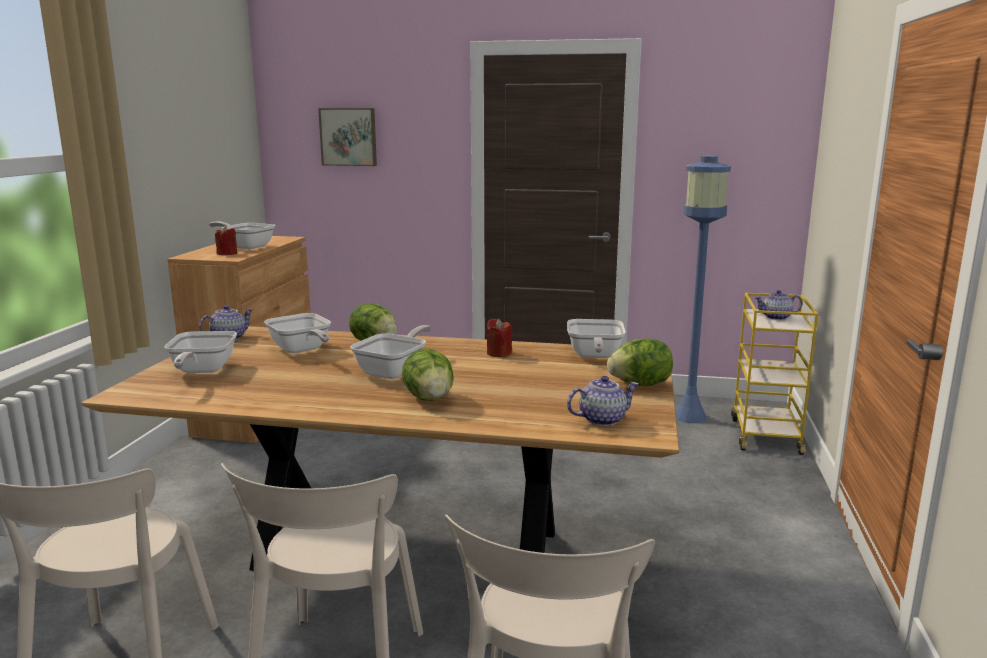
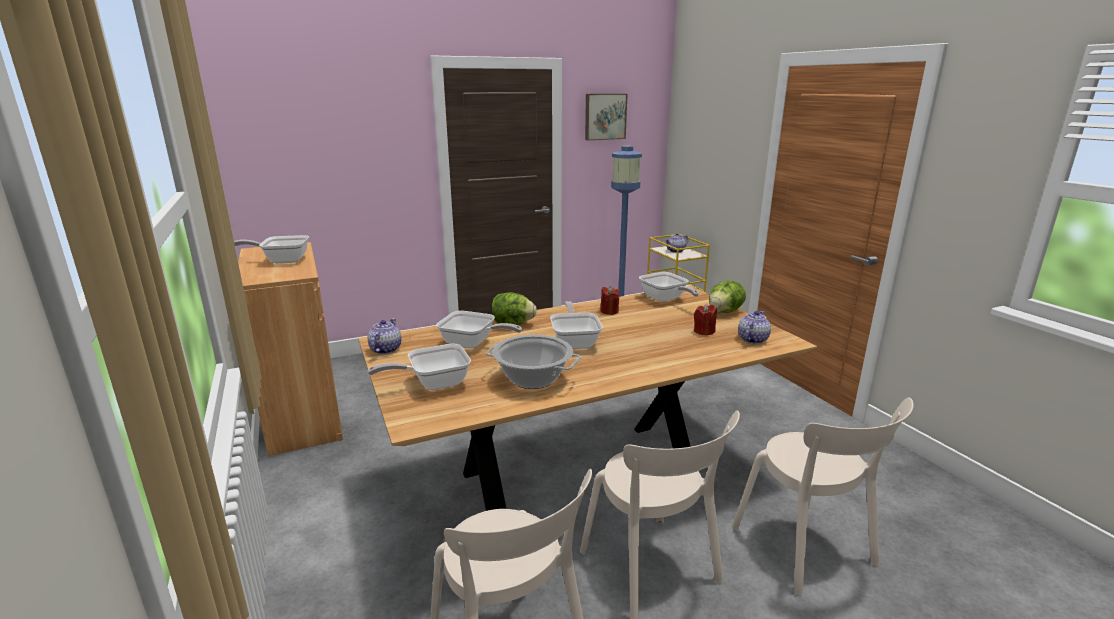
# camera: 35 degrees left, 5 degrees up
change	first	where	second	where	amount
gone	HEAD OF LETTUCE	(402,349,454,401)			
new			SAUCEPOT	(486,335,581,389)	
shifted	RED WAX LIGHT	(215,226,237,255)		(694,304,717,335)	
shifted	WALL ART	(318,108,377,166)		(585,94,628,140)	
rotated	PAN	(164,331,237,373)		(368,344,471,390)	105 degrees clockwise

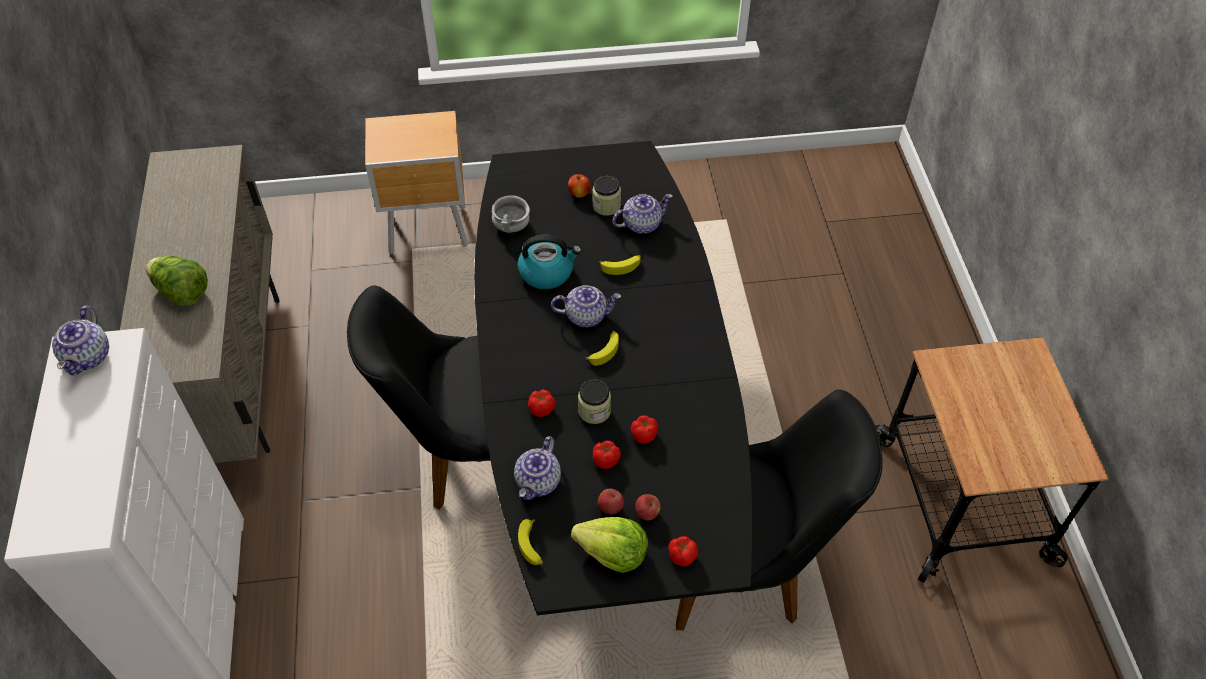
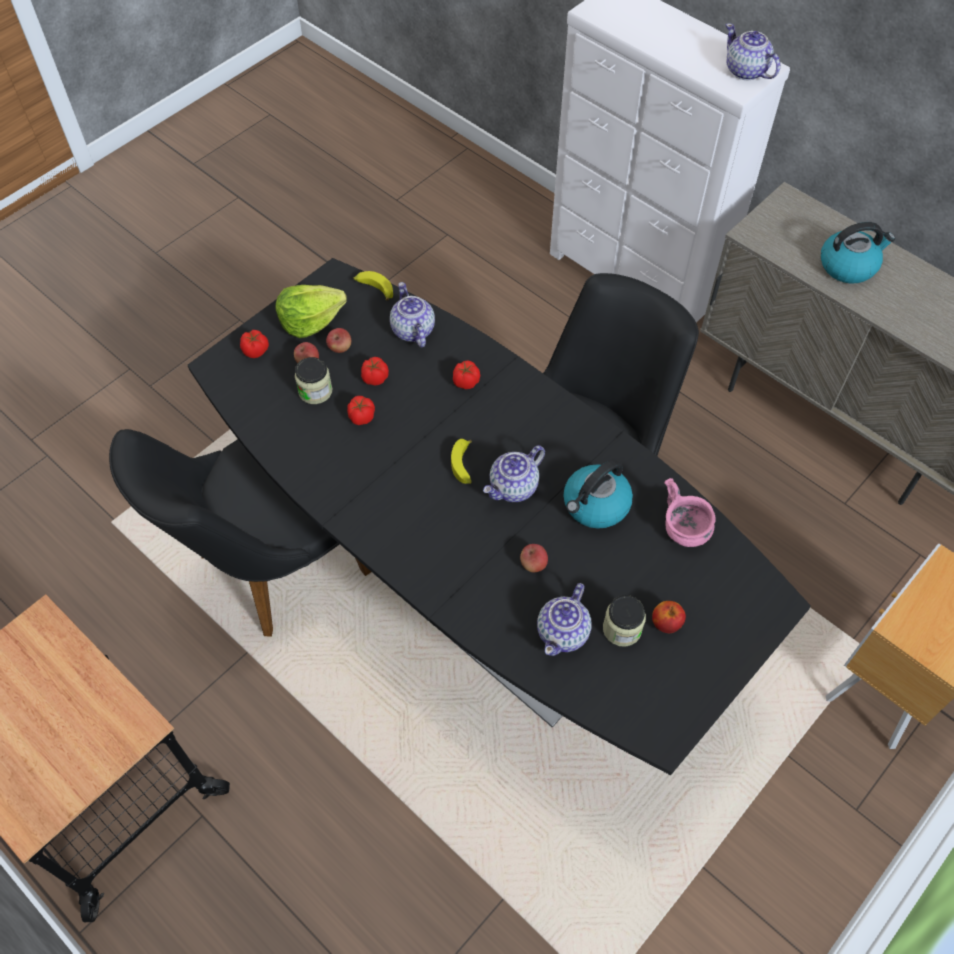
# camera: 140 degrees right, 5 degrees up
change	first	where	second	where	amount
shifted	JAR	(578,379,611,424)		(295,357,332,404)	
swapped	HEAD OF LETTUCE	(146,256,208,306)	KETTLE	(821,222,895,284)	
swapped	BANANA FRUIT	(599,255,641,275)	APPLE	(520,544,548,572)	
repainted	GREY SERVING BOWL	(492,195,530,233)	PINK SERVING BOWL	(664,478,715,547)	

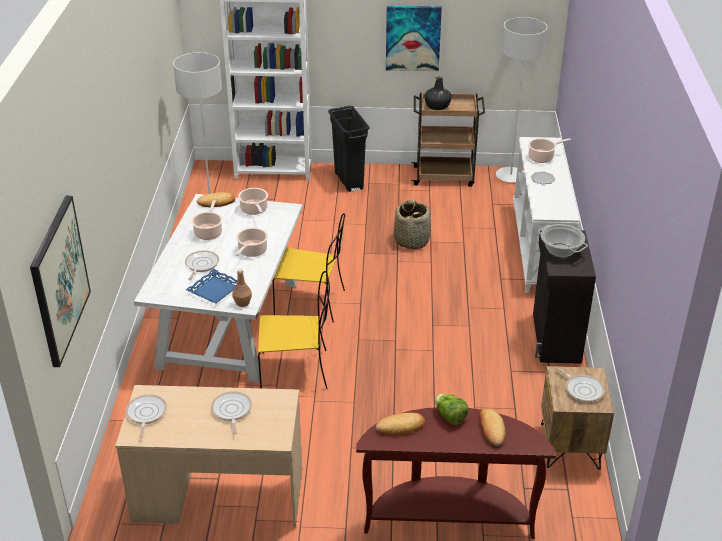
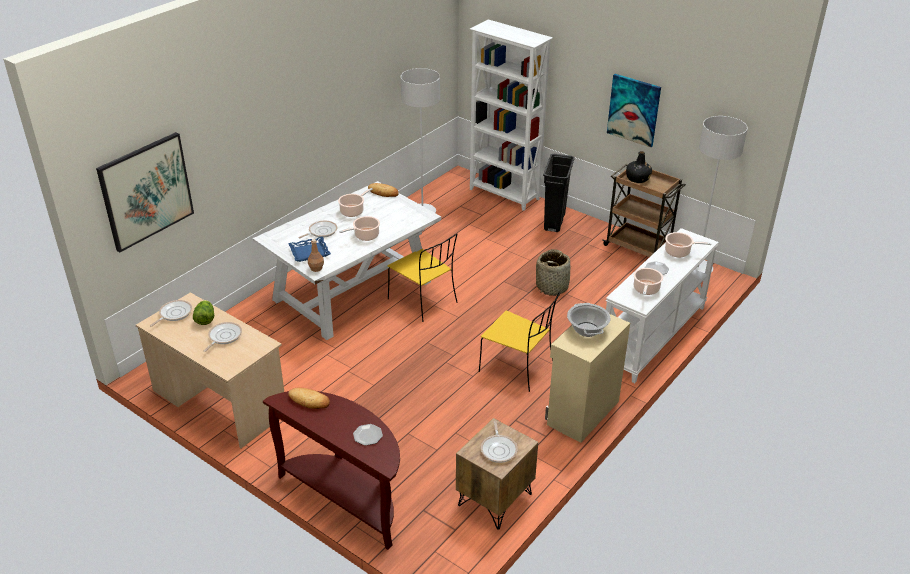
# camera: 35 degrees right, 0 degrees up
change	first	where	second	where	amount
shifted	SAUCEPOT	(238,188,268,215)		(634,268,663,295)	
shifted	YELLOW-COLOURED CHAIR	(258,271,330,389)		(479,292,561,392)	
shifted	HEAD OF LETTUCE	(435,394,469,425)		(193,300,214,325)	
swapped	BAKERY BREAD	(479,409,506,446)	PLATE	(353,424,383,446)	
repainted	BLACKISH CABINET	(533,229,596,364)	BEIGE-COLOURED CABINET	(545,314,630,443)	

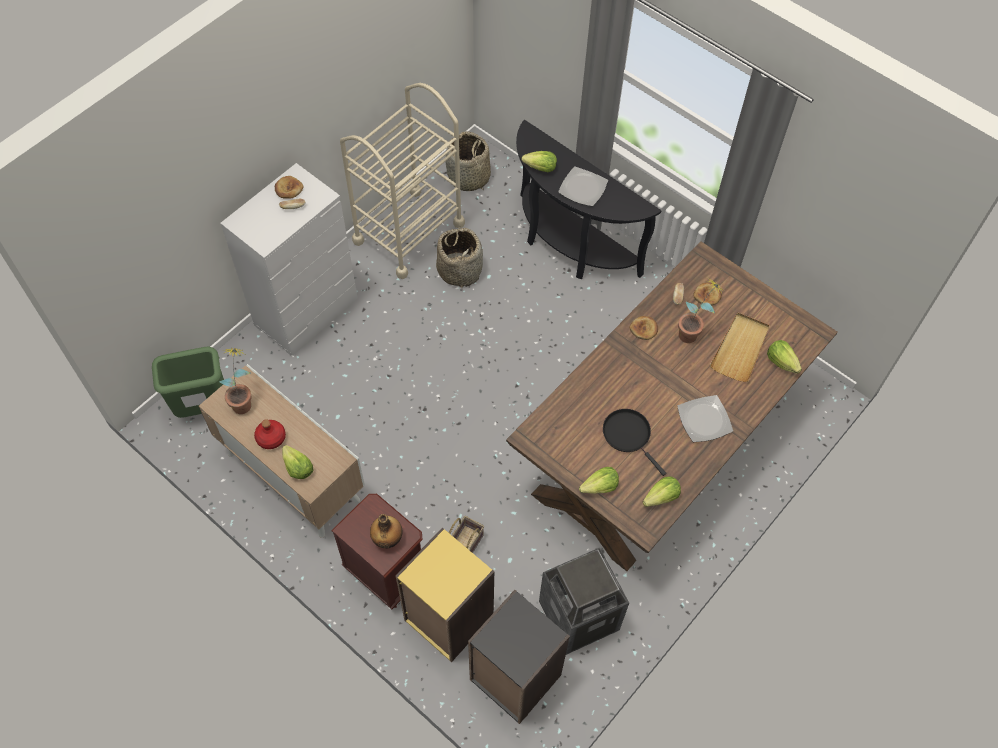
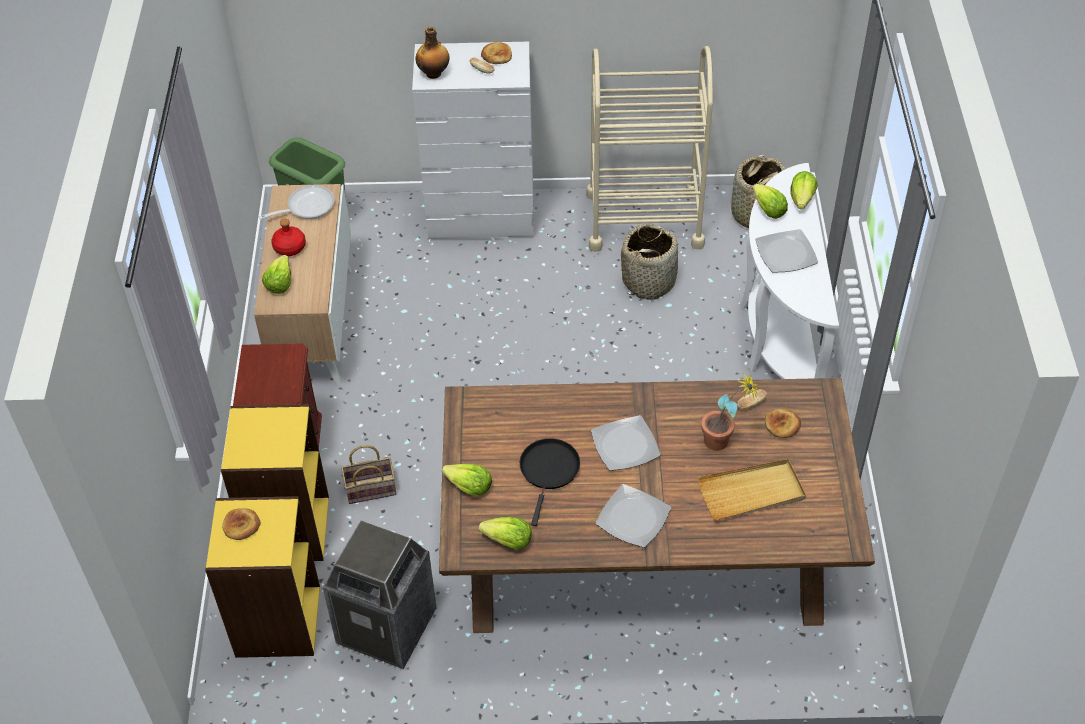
# camera: 50 degrees right, 10 degrees down
change	first	where	second	where	amount
new			PLATE	(591,415,660,471)	
shifted	BEVERAGE BOTTLE	(370,514,403,549)		(416,27,449,79)	
shifted	BAKERY BREAD	(629,316,658,340)		(222,508,261,540)	
shifted	HEAD OF LETTUCE	(767,340,802,374)		(790,171,818,209)	
swapped	HOUSEPLANT	(219,347,251,414)	PAN	(259,185,334,219)	
repainted	BLACKISH BOOKSHELF	(468,590,570,724)	YELLOW-COLOURED BOOKSHELF	(205,496,320,658)	
repainted	BLACKISH NARROW TABLE	(516,120,662,279)	WHITE-COLOURED NARROW TABLE	(740,163,839,379)	

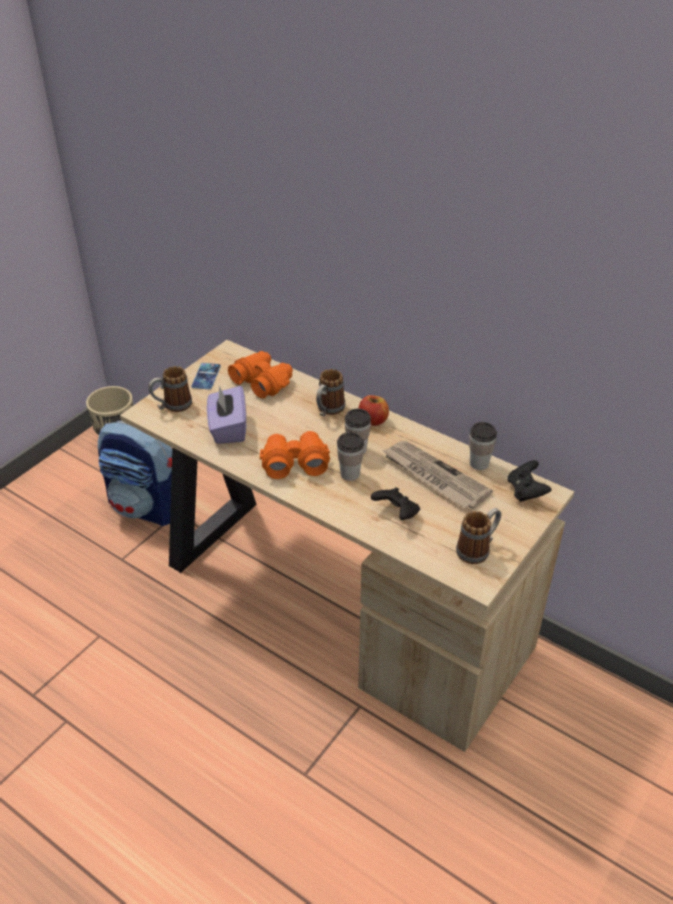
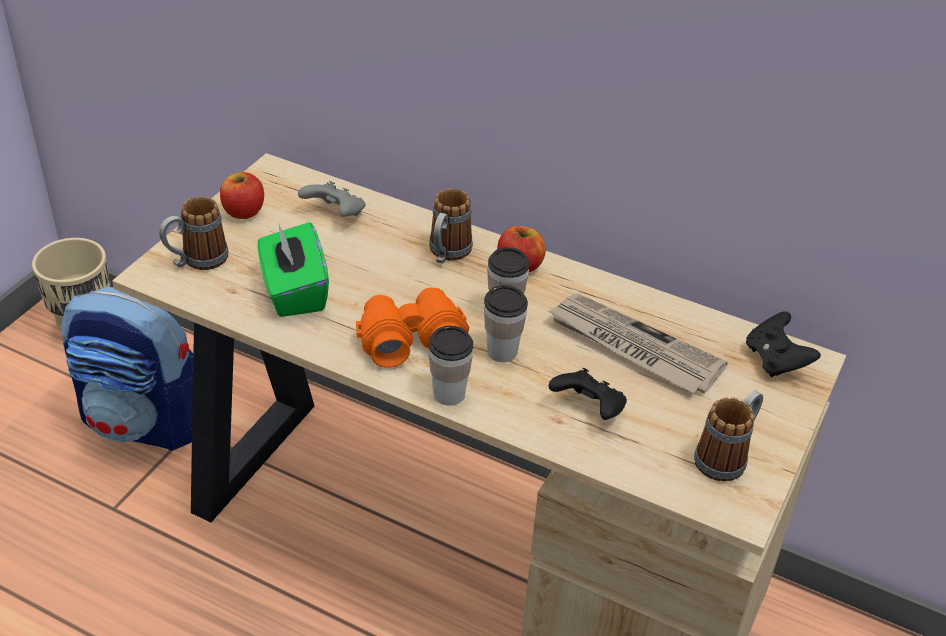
# camera: 10 degrees left, 0 degrees up
change	first	where	second	where	amount
shifted	CUP	(469,422,497,470)		(428,326,473,406)	
swapped	PHONE	(191,363,221,390)	APPLE	(220,172,264,219)	
swapped	ORANGE-COLOURED PAIR OF BINOCULARS	(228,351,293,398)	GREY GAMEPAD	(298,181,366,217)	
repainted	PURPLE-COLOURED TISSUE BOX	(207,386,246,444)	GREEN TISSUE BOX	(258,222,329,317)	

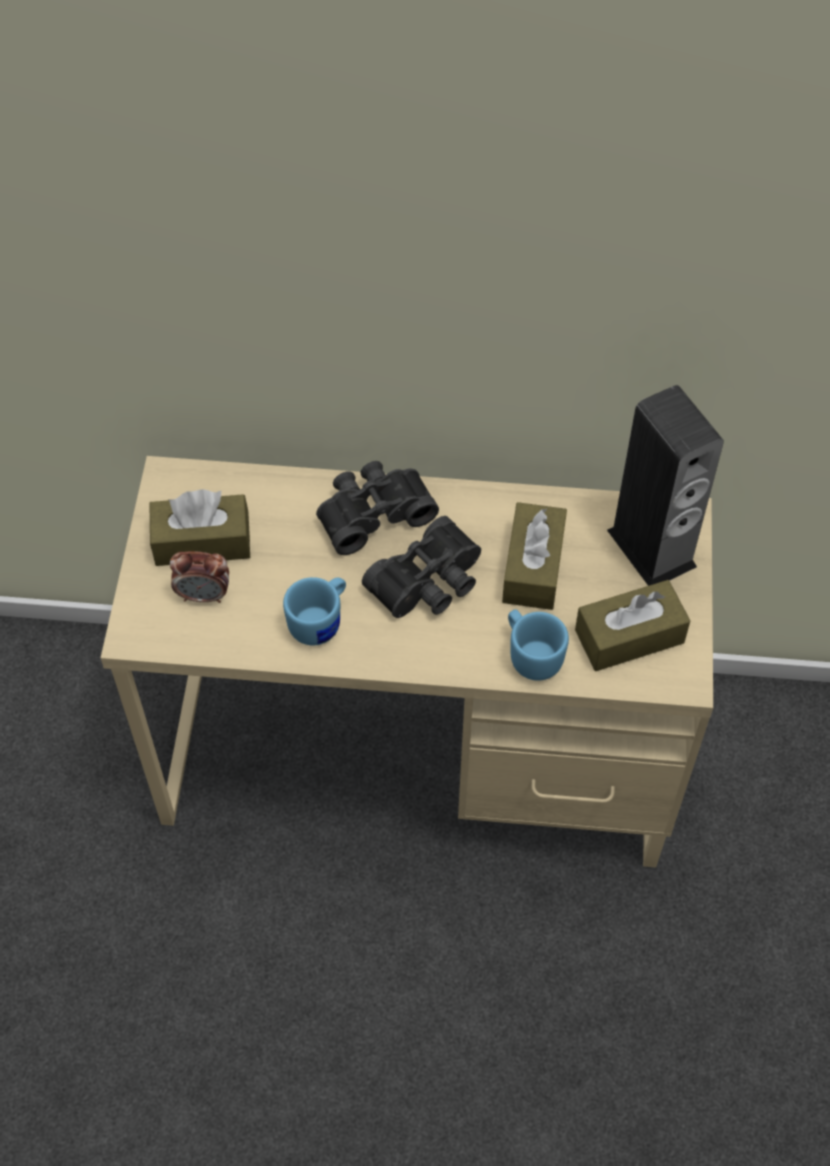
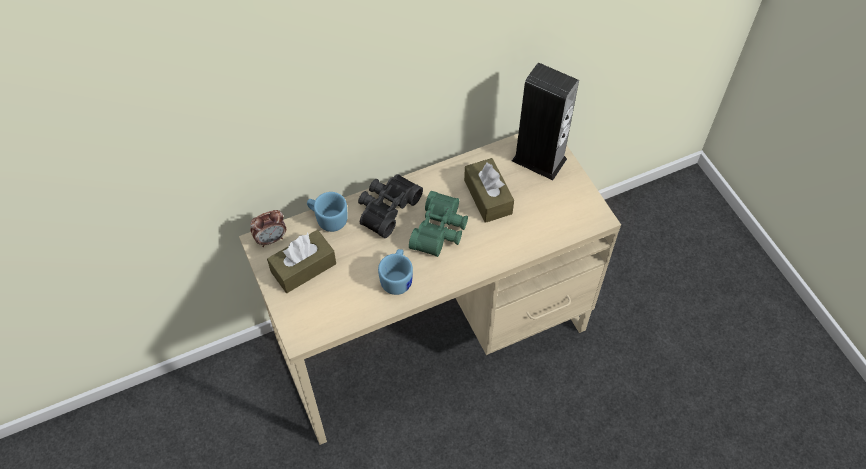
# camera: 30 degrees left, 0 degrees up
change	first	where	second	where	amount
gone	BROWN-COLOURED TISSUE BOX	(575,580,690,671)			
shifted	ALARM CLOCK	(170,551,229,603)		(250,210,286,247)	
shifted	BLUISH MUG	(508,609,569,681)		(307,192,348,232)	
repainted	BLACKISH PAIR OF BINOCULARS	(362,516,481,618)	GREEN PAIR OF BINOCULARS	(409,191,468,257)	

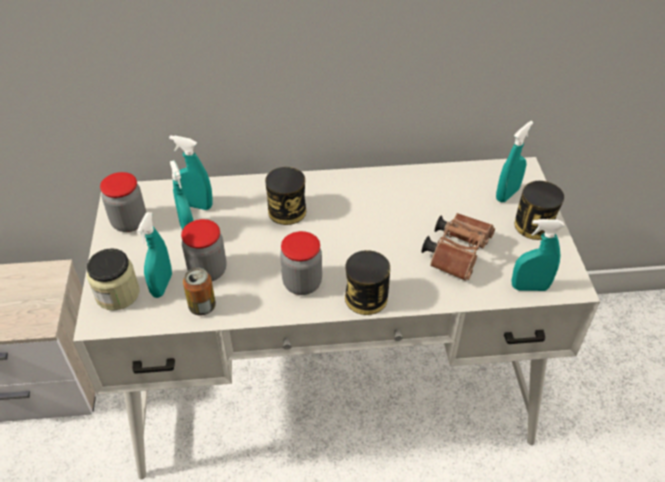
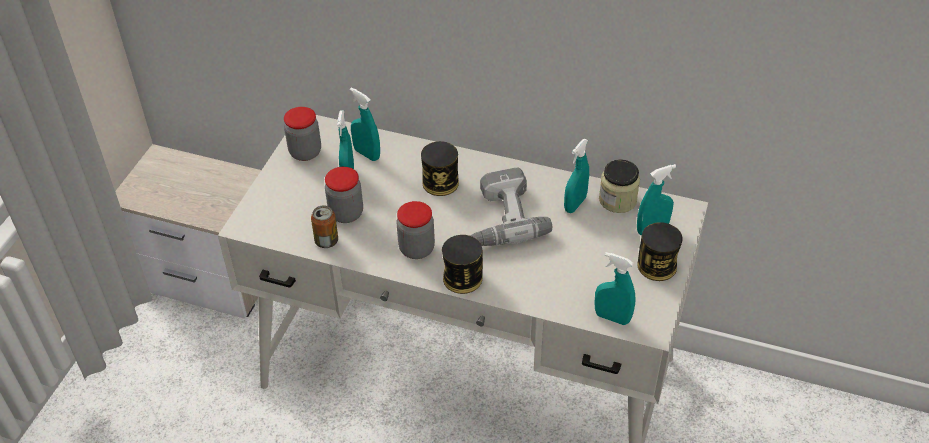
# camera: 25 degrees right, 0 degrees up
change	first	where	second	where	amount
gone	BROWN-COLOURED PAIR OF BINOCULARS	(422,213,495,281)			
new			DRILL	(470,167,552,246)	
shifted	JAR	(87,248,140,311)		(599,159,640,213)	
shifted	TURQUOISE SPRAYER	(137,212,172,298)		(564,139,589,213)	

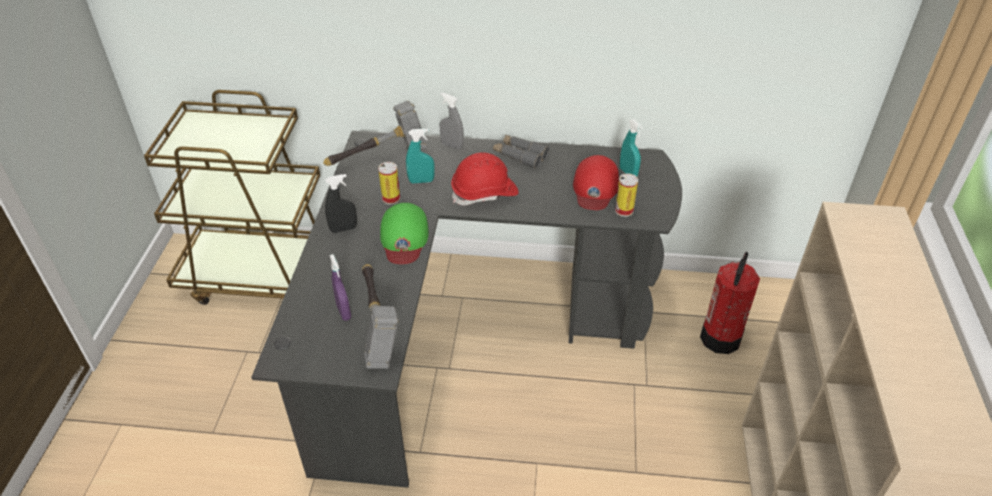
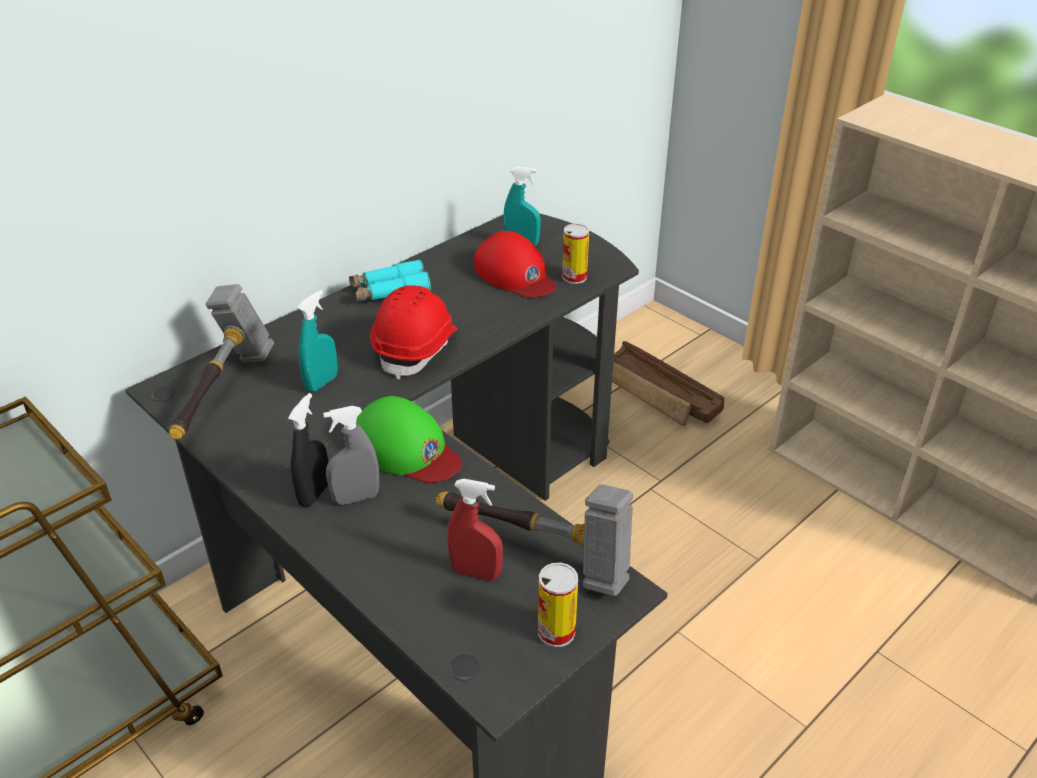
# camera: 50 degrees left, 5 degrees down
change	first	where	second	where	amount
shifted	SEALED CAN	(378,162,400,204)		(538,563,578,647)	
shifted	GREY SPRAYER	(440,93,464,150)		(323,406,379,505)	
swapped	FIRE-FIGHTING CYLINDER	(700,252,760,354)	SHIPPING CRATE	(612,341,724,426)	
repainted	PURPLE-COLOURED SPRAYER	(330,254,351,321)	RED SPRAYER	(447,479,503,580)	
repainted	GREY PAIR OF BINOCULARS	(493,135,550,169)	TURQUOISE PAIR OF BINOCULARS	(349,259,431,301)	

